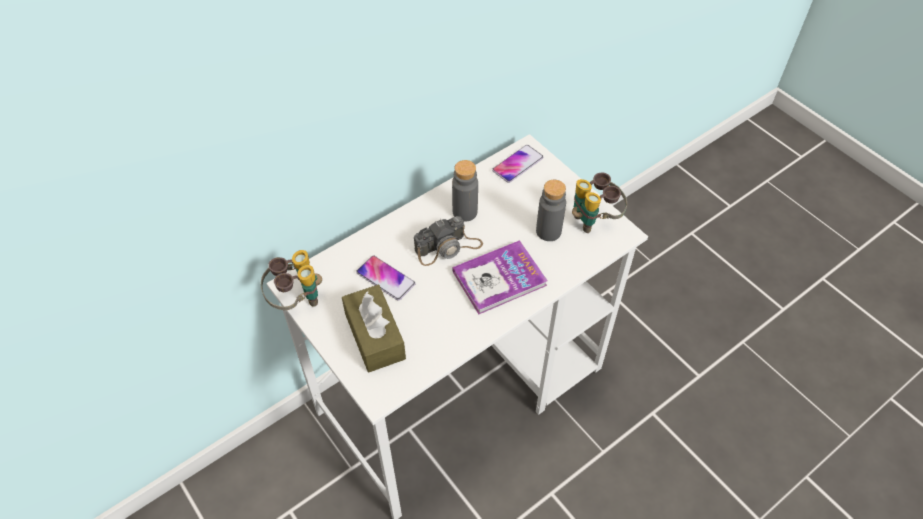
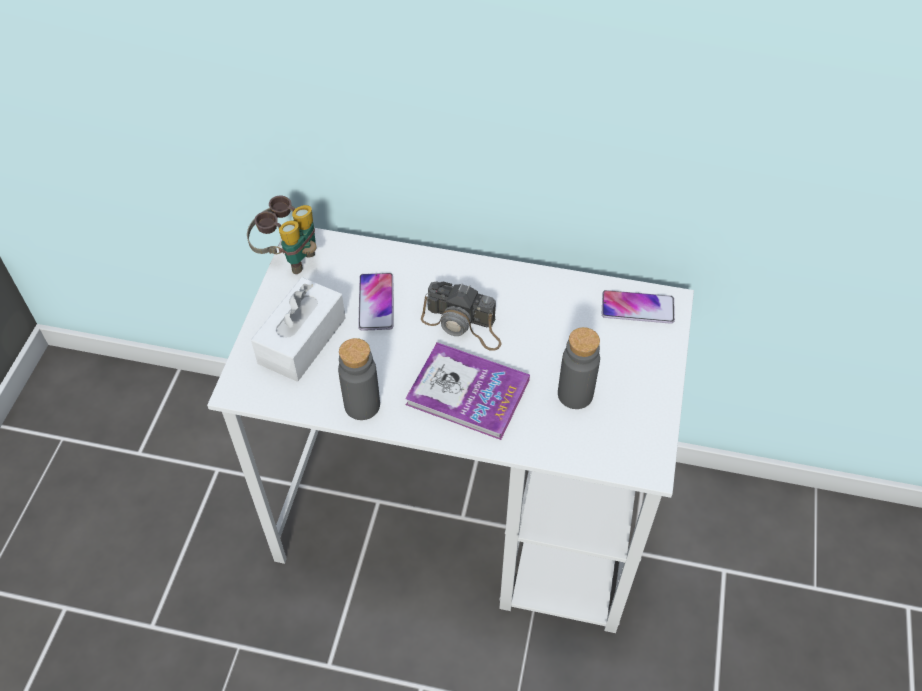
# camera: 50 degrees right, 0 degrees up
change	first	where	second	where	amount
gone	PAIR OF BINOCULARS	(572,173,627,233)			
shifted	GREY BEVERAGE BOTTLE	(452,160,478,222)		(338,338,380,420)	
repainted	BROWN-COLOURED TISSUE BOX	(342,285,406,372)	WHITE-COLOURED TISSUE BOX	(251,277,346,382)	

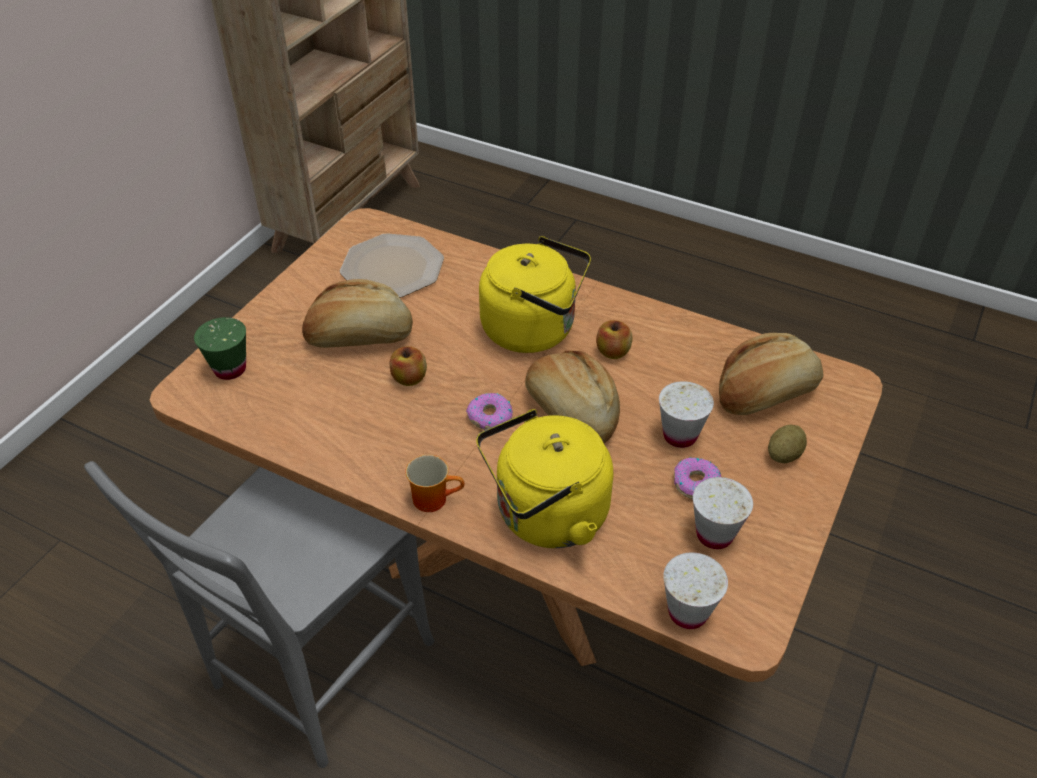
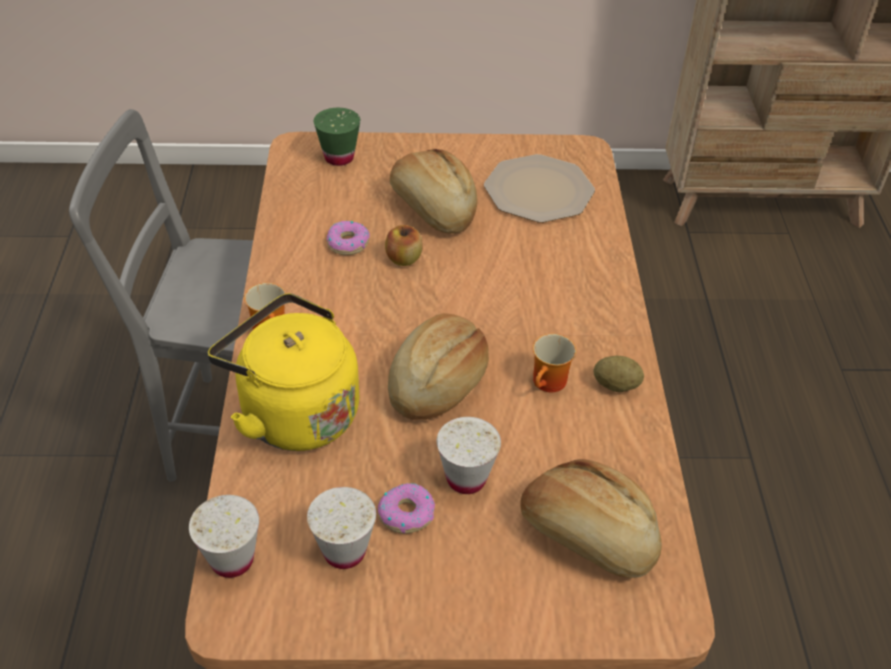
# camera: 60 degrees right, 0 degrees up
change	first	where	second	where	amount
gone	YELLOW-COLOURED KETTLE	(479,236,591,353)			
shifted	RING DOUGHNUT	(466,393,513,430)		(326,221,370,255)	
shifted	WHOLE POTATO	(768,425,807,463)		(593,356,644,392)	
swapped	APPLE	(596,320,632,359)	MUG	(533,334,576,392)	

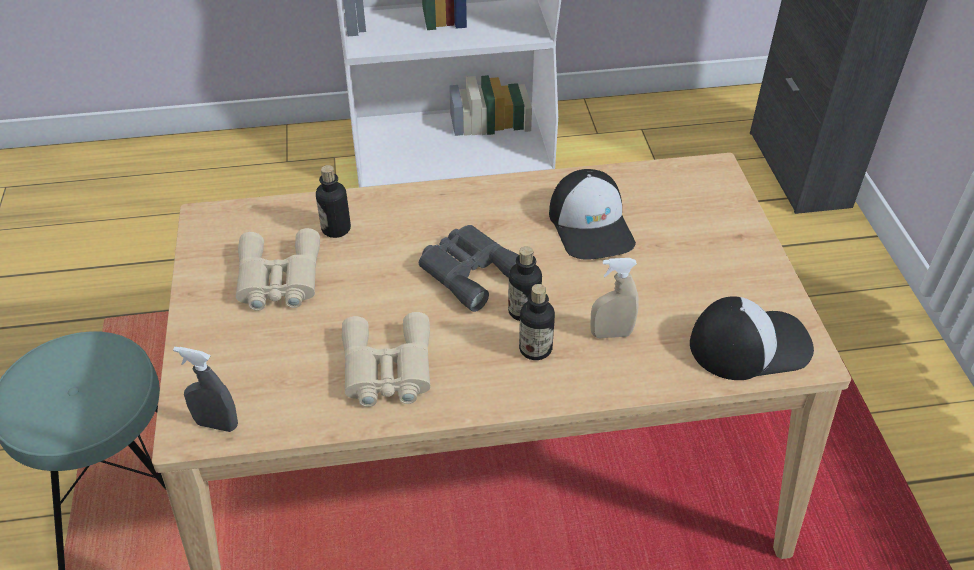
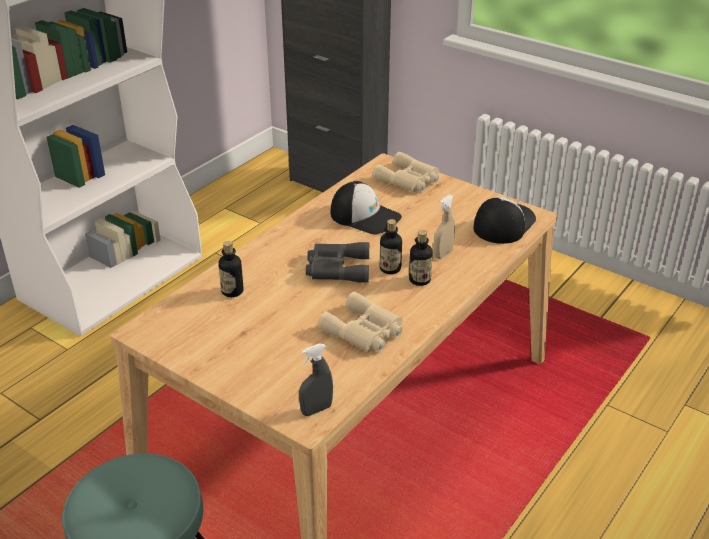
# camera: 45 degrees left, 10 degrees down
change	first	where	second	where	amount
shifted	BEIGE-COLOURED PAIR OF BINOCULARS	(236,228,320,311)		(372,152,439,192)	

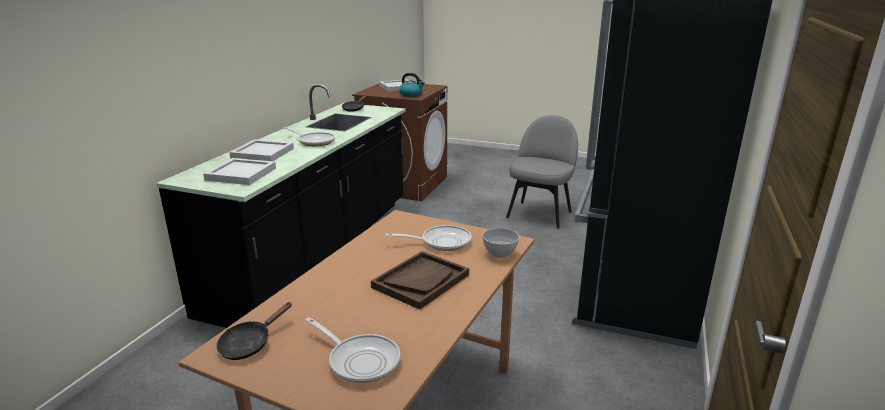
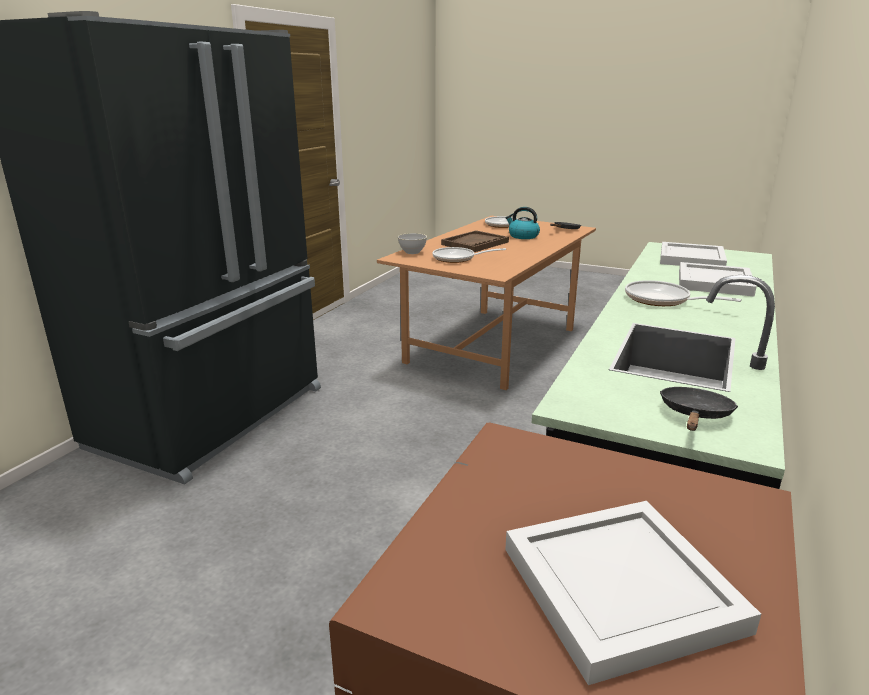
# camera: 175 degrees left, 0 degrees up
change	first	where	second	where	amount
gone	GREY CHAIR	(506,115,578,229)			
shifted	KETTLE	(399,73,425,97)		(506,207,540,239)	

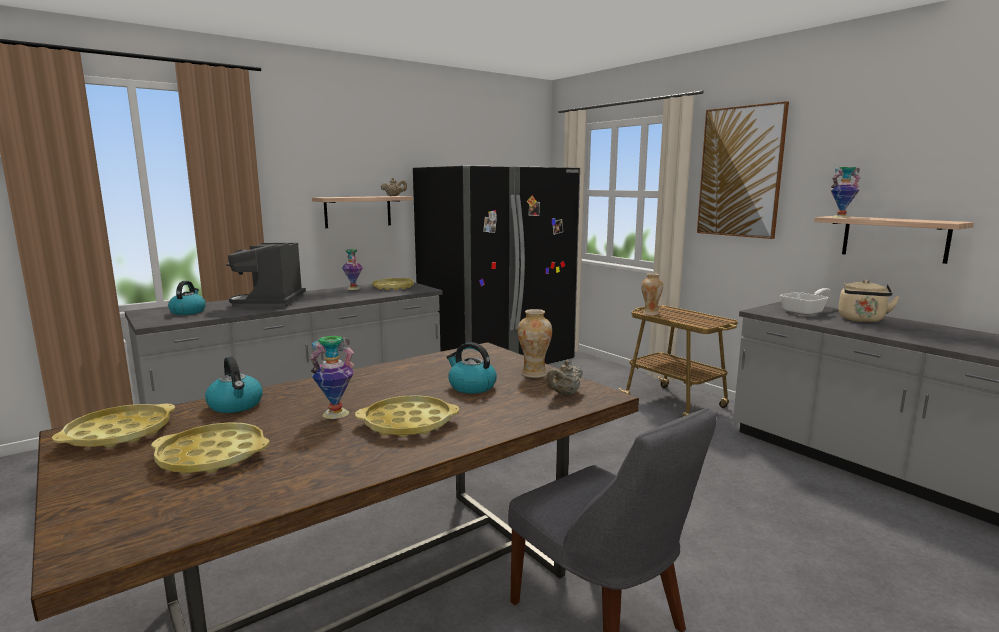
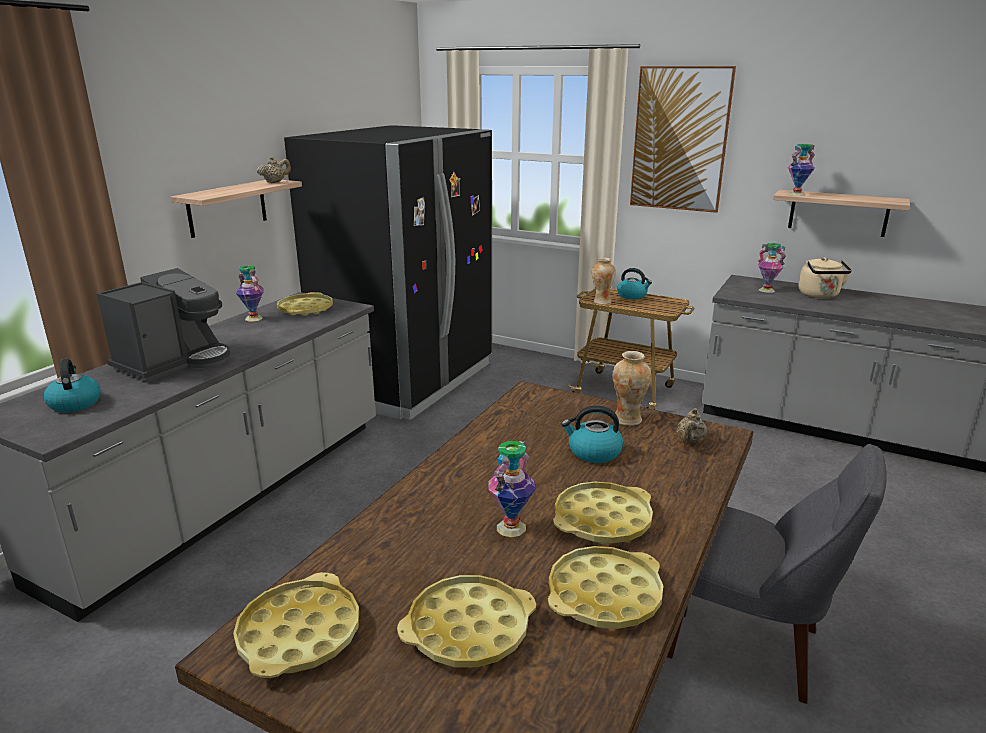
# camera: 25 degrees left, 10 degrees up
change	first	where	second	where	amount
new			YELLOW-COLOURED TRAY	(548,546,663,629)	
shifted	KETTLE	(205,356,263,413)		(617,268,652,299)	
swapped	PAN	(780,288,831,315)	DECORATIVE VASE	(758,243,786,293)	
rotated	COFFEE MACHINE	(226,243,306,307)		(96,268,230,382)	120 degrees counterclockwise

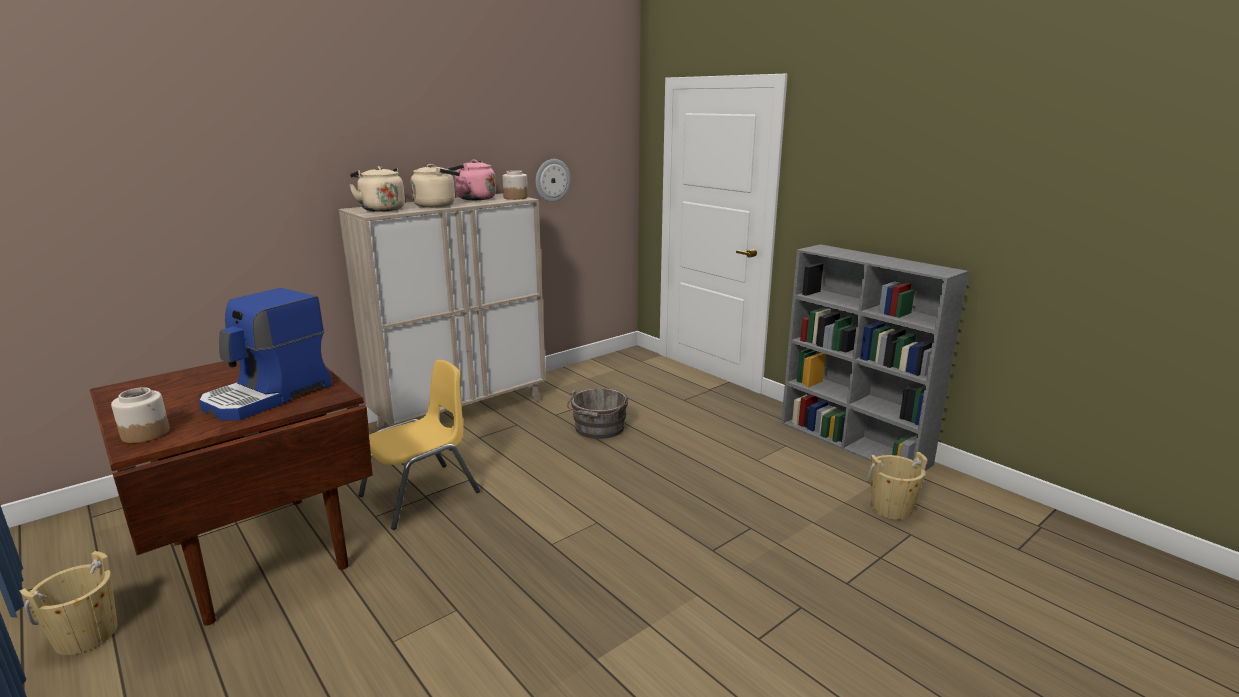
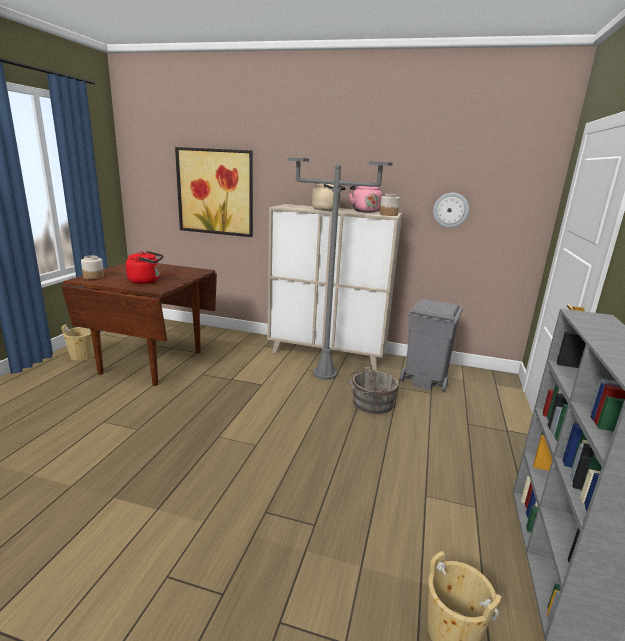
# camera: 55 degrees right, 0 degrees up
change	first	where	second	where	amount
gone	BEIGE-COLOURED KETTLE	(349,166,405,212)			
gone	YELLOW-COLOURED CHAIR	(358,360,480,530)			
new			WALL ART	(175,147,253,237)	
new			GREY STANDARD LAMP	(288,157,392,380)	
new			GREY TRASH CAN	(400,299,463,392)	
swapped	COFFEE MACHINE	(199,288,332,421)	RED KETTLE	(126,251,164,284)	

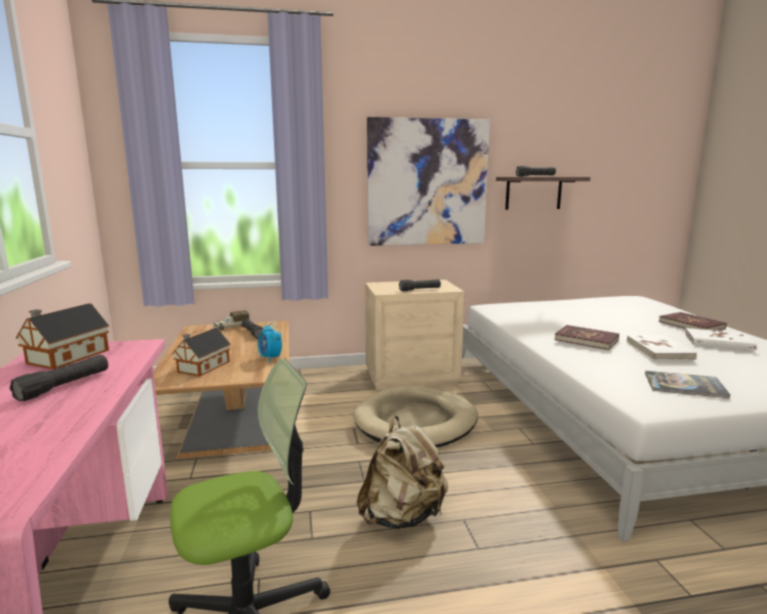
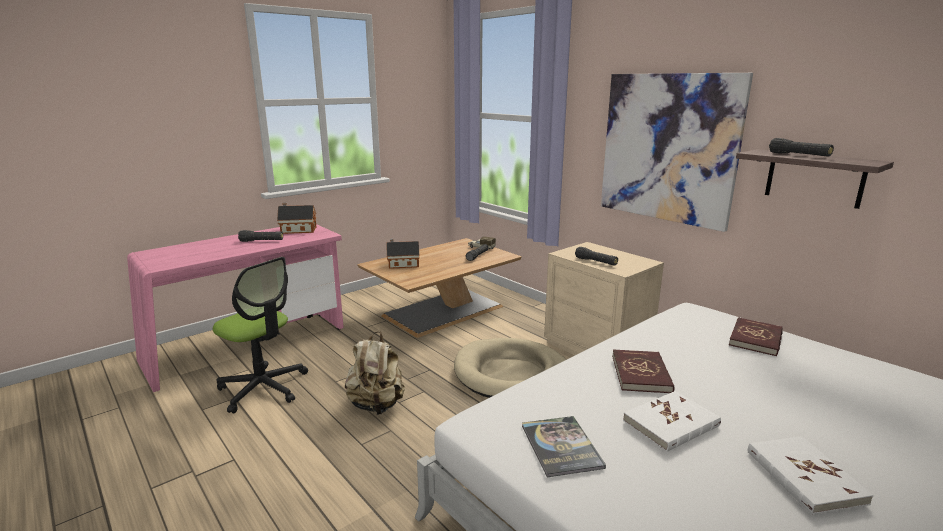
# camera: 60 degrees right, 5 degrees up
change	first	where	second	where	amount
gone	ALARM CLOCK	(258,323,282,362)			
shifted	RED BOOK	(659,312,727,331)		(729,317,782,356)	

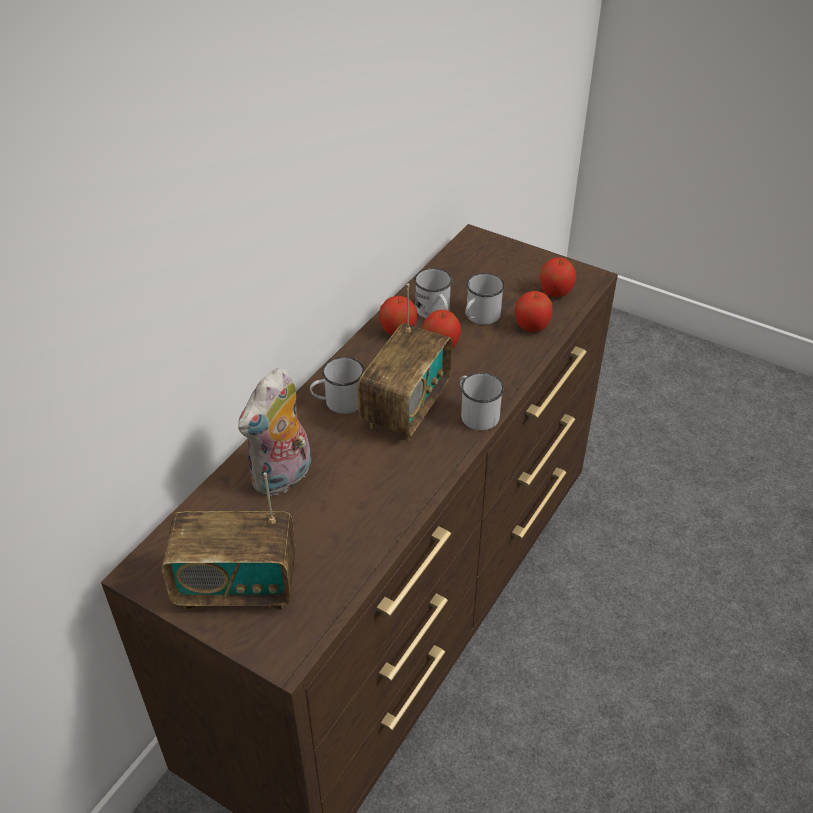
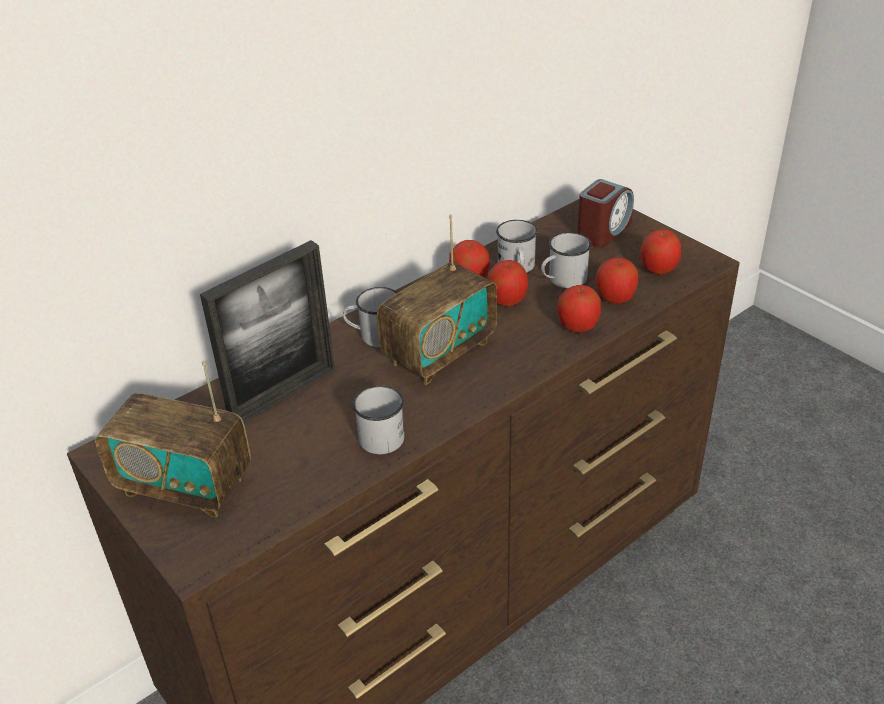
# camera: 20 degrees right, 5 degrees down
change	first	where	second	where	amount
new			APPLE	(557,285,601,333)	
new			ALARM CLOCK	(577,179,634,247)	
shifted	WHITE-COLOURED MUG	(460,373,504,430)		(353,386,404,454)	
swapped	CUDDLY TOY	(238,368,311,496)	STANDING FRAME	(200,240,335,423)	

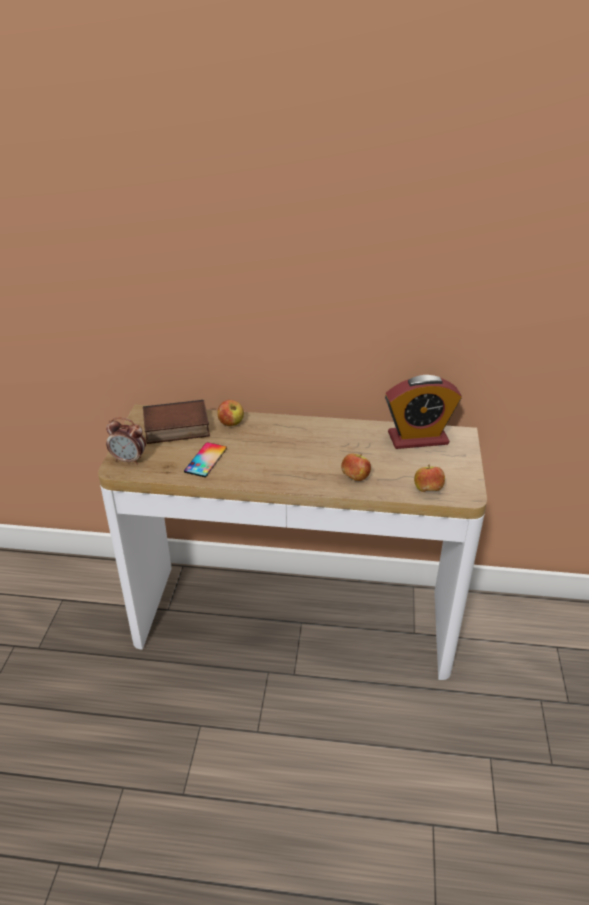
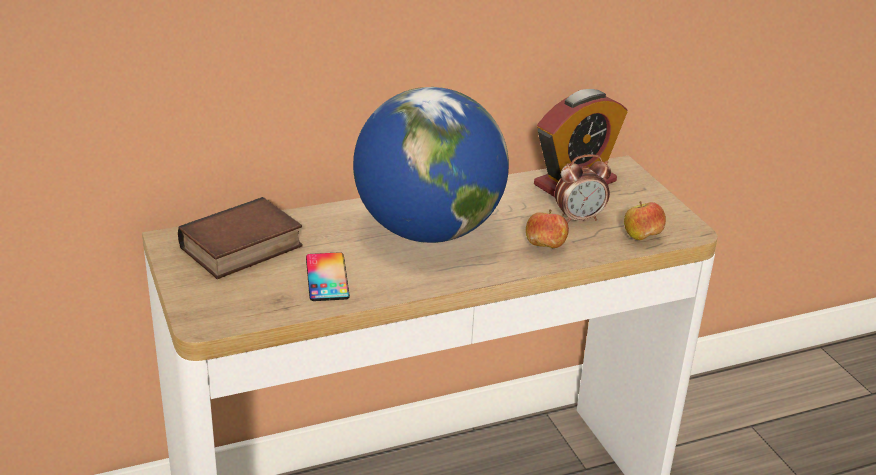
# camera: 30 degrees left, 5 degrees down
change	first	where	second	where	amount
gone	APPLE	(217,400,244,426)			
new			DESK GLOBE	(353,87,509,243)	
shifted	ALARM CLOCK	(106,417,146,465)		(555,154,611,223)	

